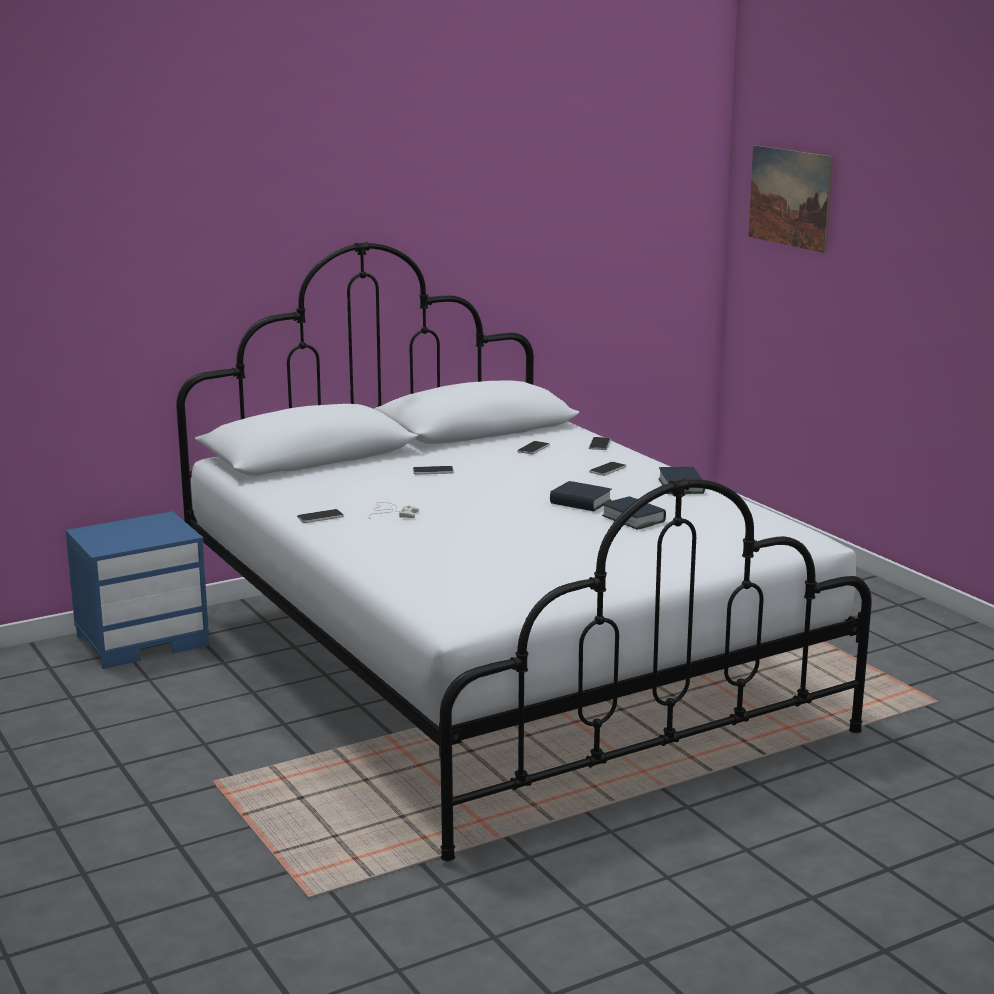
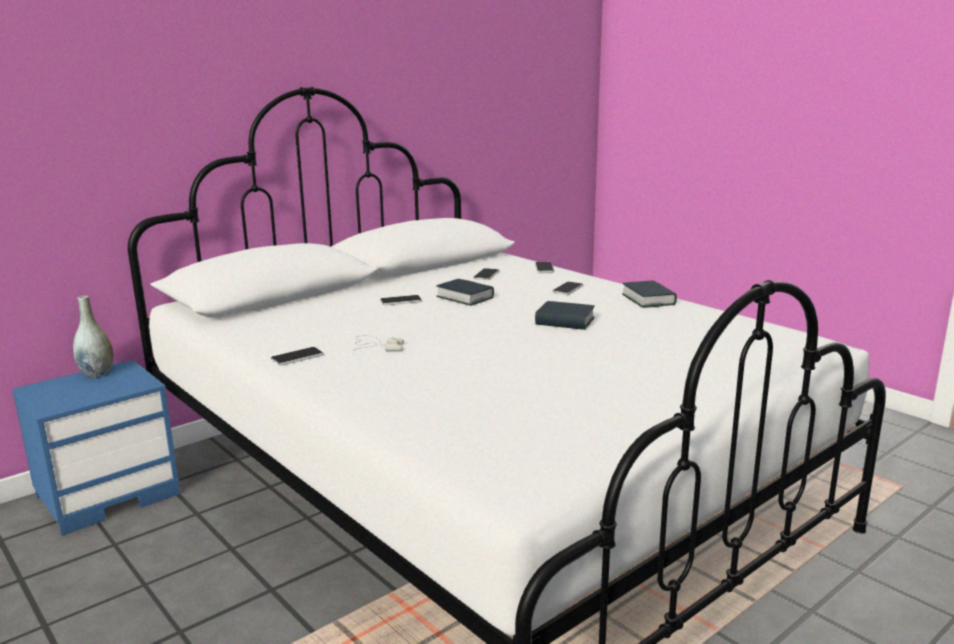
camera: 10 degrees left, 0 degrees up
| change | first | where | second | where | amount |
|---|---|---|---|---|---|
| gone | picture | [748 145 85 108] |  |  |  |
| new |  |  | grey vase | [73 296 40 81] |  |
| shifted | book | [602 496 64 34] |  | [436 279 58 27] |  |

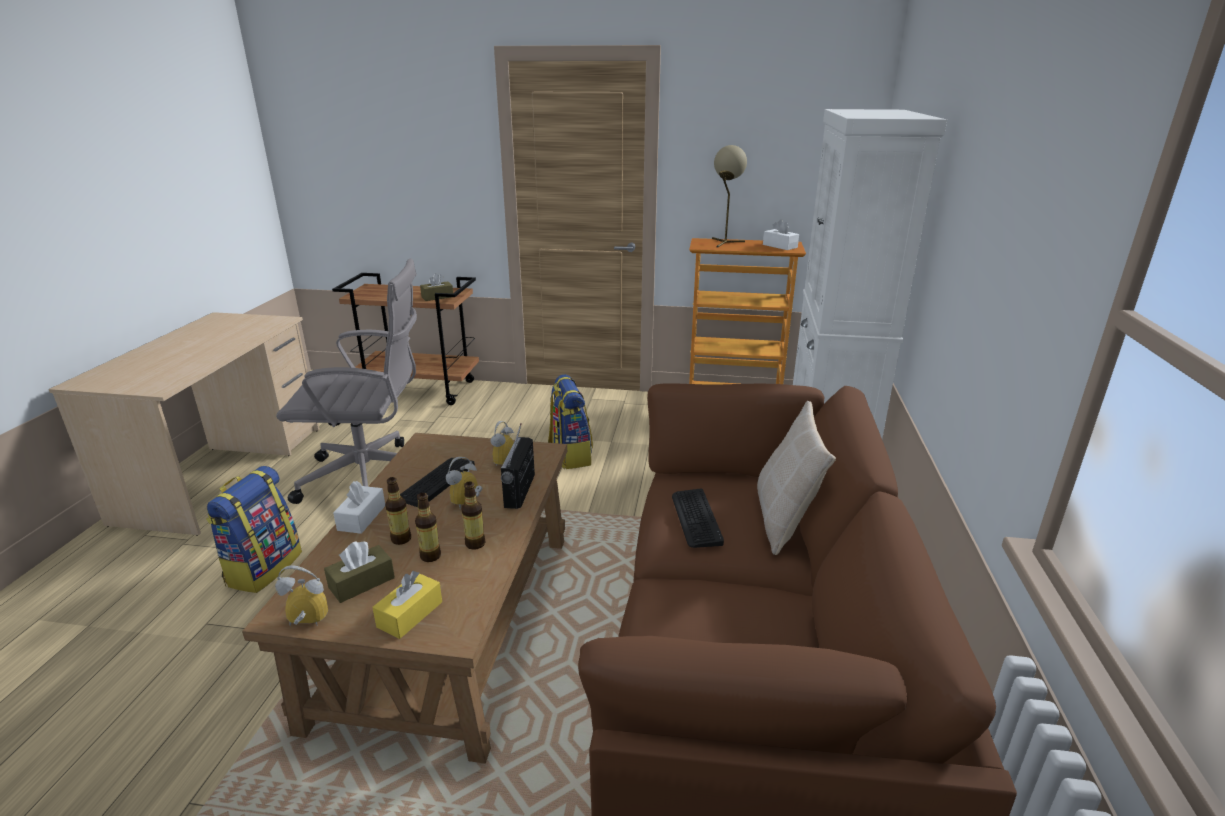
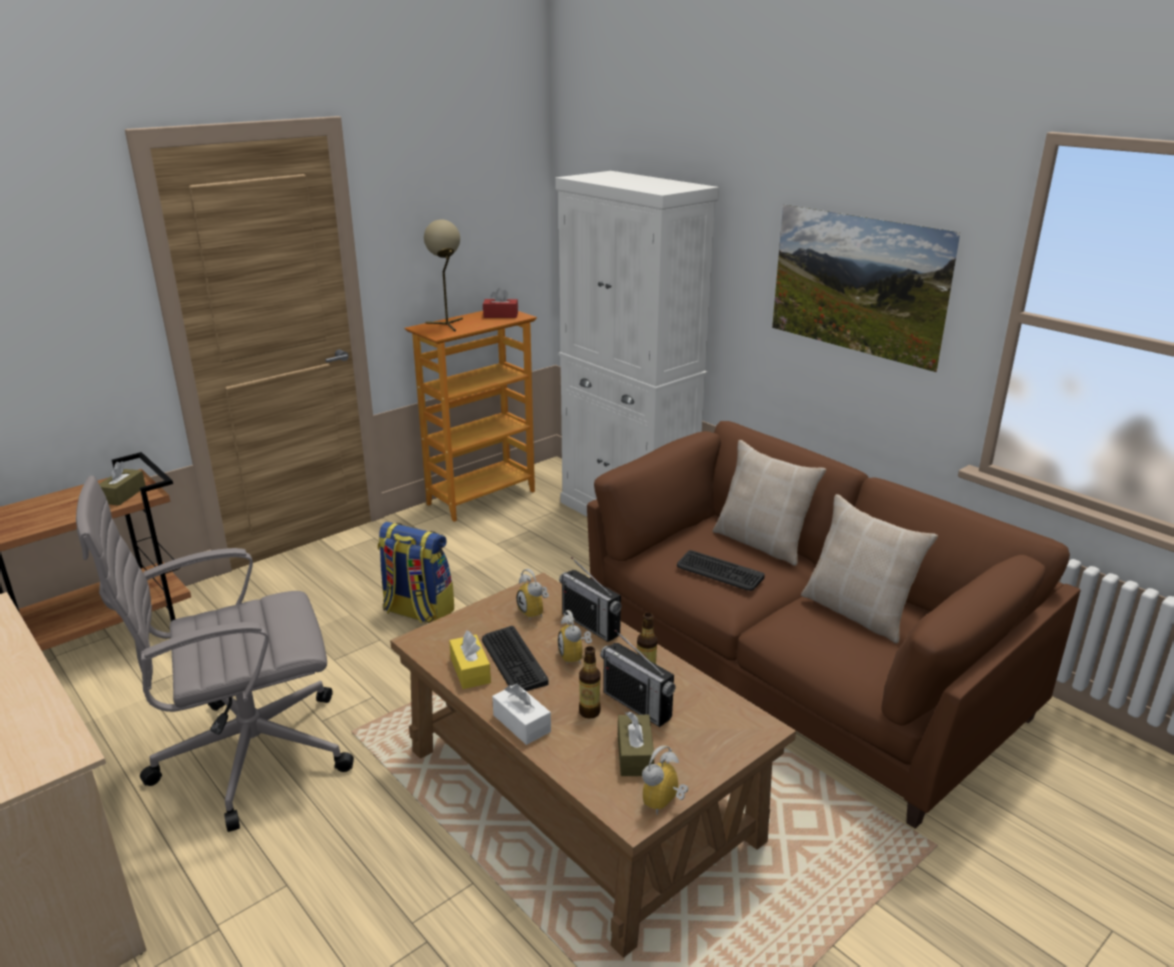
camera: 50 degrees left, 0 degrees up
| change | first | where | second | where | amount |
|---|---|---|---|---|---|
| gone | backpack | [206 466 96 127] |  |  |  |
| new |  |  | picture | [772 205 189 167] |  |
| new |  |  | beige pillow | [801 494 137 149] |  |
| shifted | yellow tissue box | [372 571 70 68] |  | [449 630 42 59] |  |
| swapped | bottle | [415 493 26 69] | radio | [600 630 75 97] |  |
| repainted | white tissue box | [763 219 36 31] | red tissue box | [483 288 35 30] |  |
| rotated | grey office chair | [276 259 141 245] |  | [76 476 278 356] | 150 degrees counterclockwise |

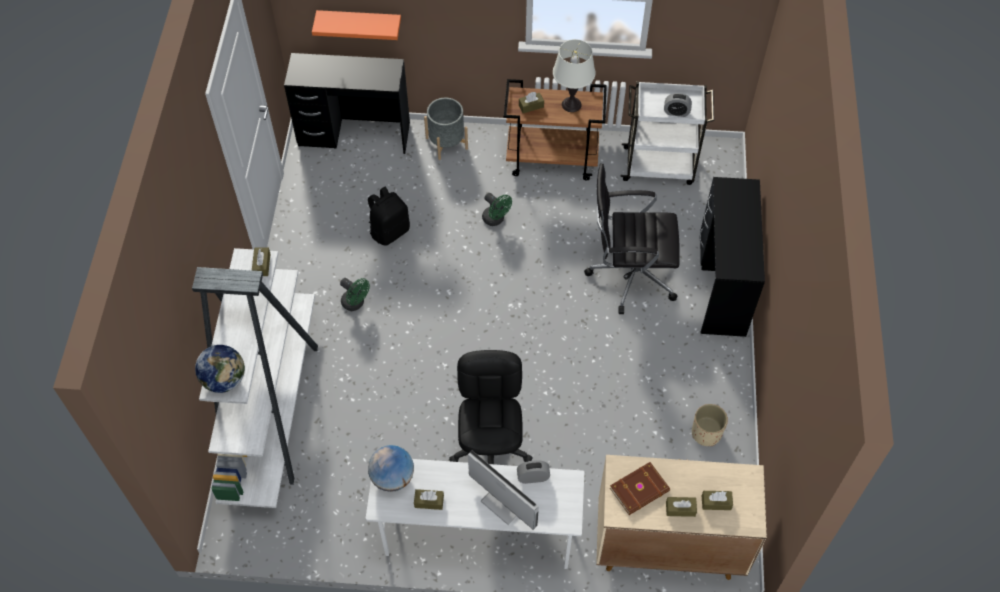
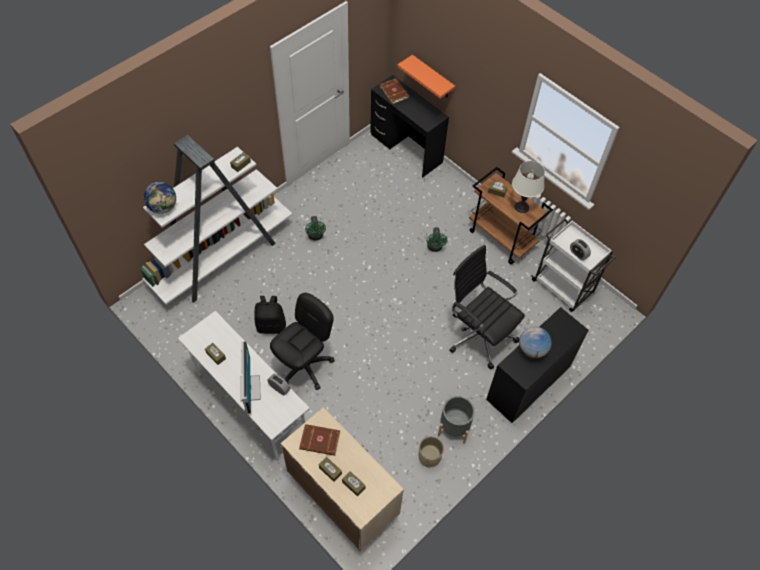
camera: 40 degrees right, 0 degrees up
| change | first | where | second | where | amount |
|---|---|---|---|---|---|
| new |  |  | brown book | [380 78 30 26] |  |
| shifted | black backpack | [368 187 42 59] |  | [254 296 32 38] |  |
| shifted | globe | [368 445 46 47] |  | [519 327 32 32] |  |
| shifted | grey planter | [424 98 44 62] |  | [438 396 37 47] |  |

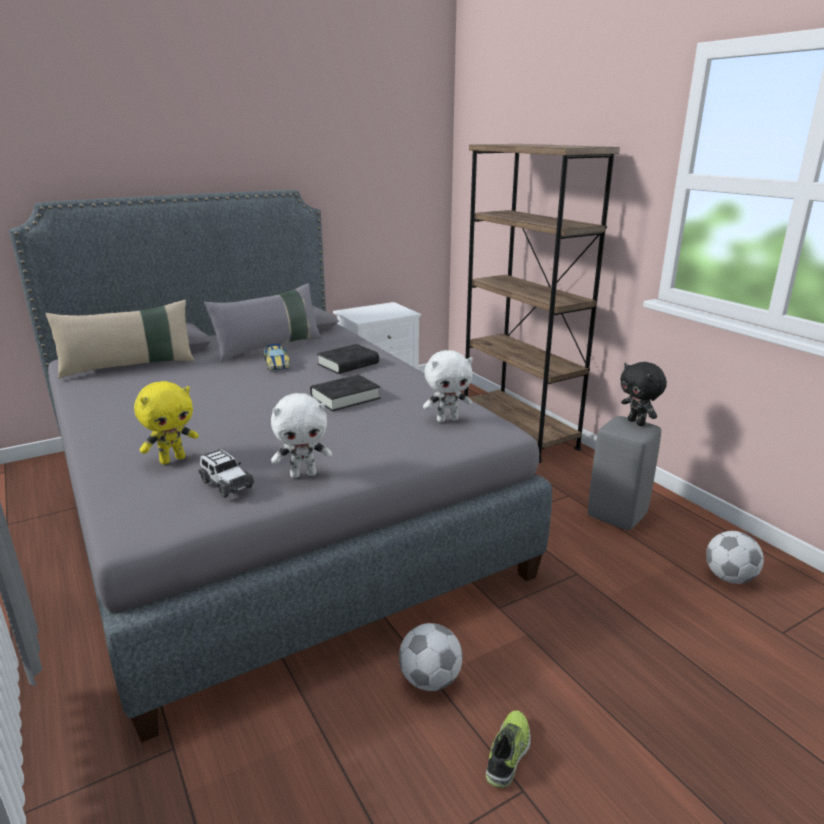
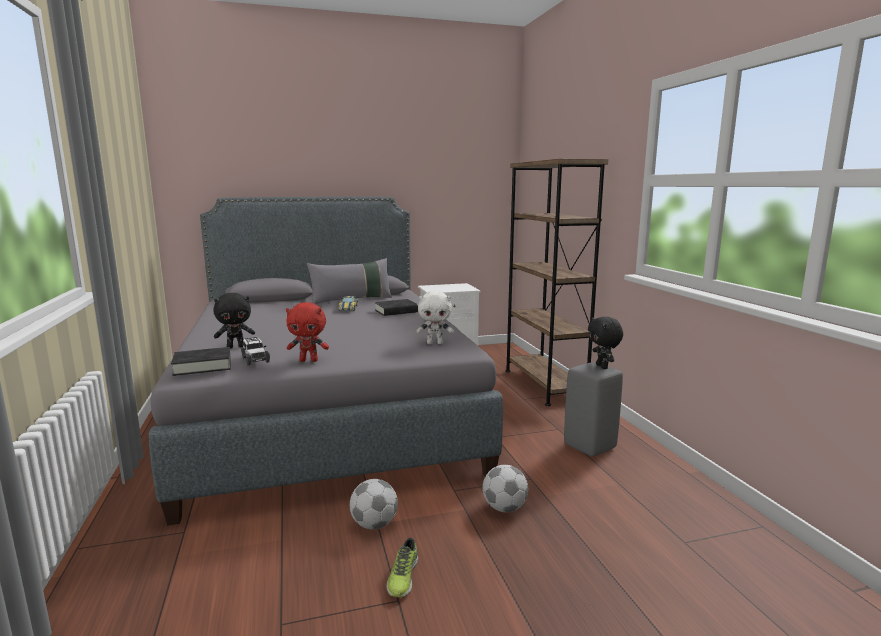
camera: 15 degrees right, 10 degrees down
| change | first | where | second | where | amount |
|---|---|---|---|---|---|
| gone | beige pillow | [45 300 150 79] |  |  |  |
| shifted | black book | [310 375 71 36] |  | [171 347 60 29] |  |
| shifted | football | [706 531 58 53] |  | [482 465 46 47] |  |
| repainted | yellow plush toy | [134 381 65 83] | black plush toy | [213 293 42 55] |  |
| repainted | white plush toy | [271 393 61 85] | red plush toy | [286 302 43 60] |  |
| rotated | shoe | [486 710 45 78] |  | [387 538 31 59] | 150 degrees clockwise |

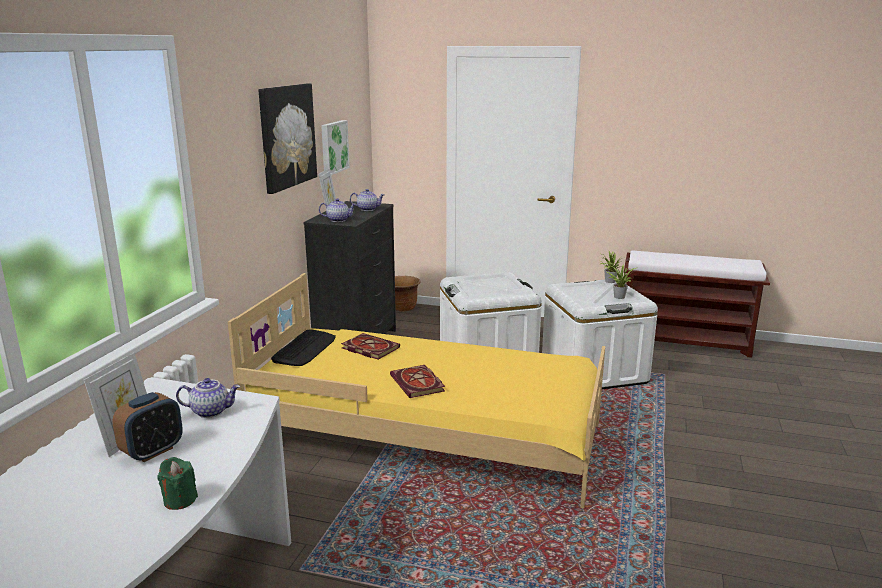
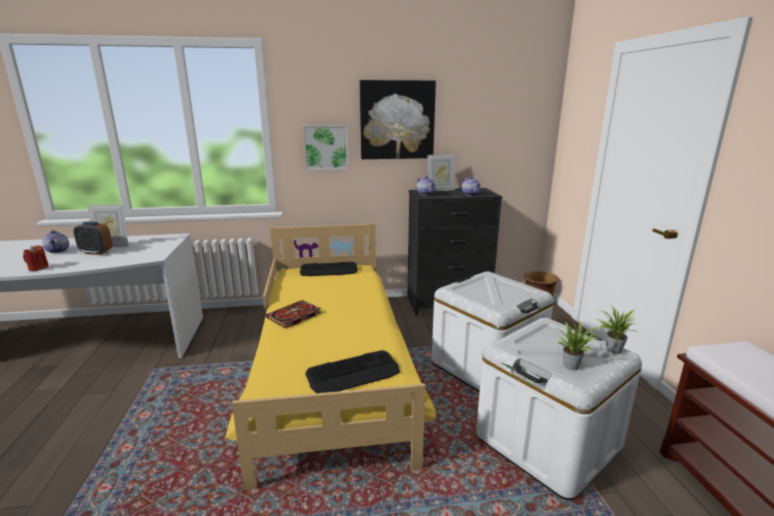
camera: 65 degrees right, 0 degrees up
| change | first | where | second | where | amount |
|---|---|---|---|---|---|
| gone | book | [341 333 59 27] |  |  |  |
| new |  |  | keyboard | [305 350 95 43] |  |
| shifted | teapot | [176 378 64 40] |  | [42 230 27 23] |  |
| shifted | picture | [321 120 29 55] |  | [303 125 46 45] |  |
| repainted | green candle | [157 457 41 53] | red candle | [23 245 26 26] |  |

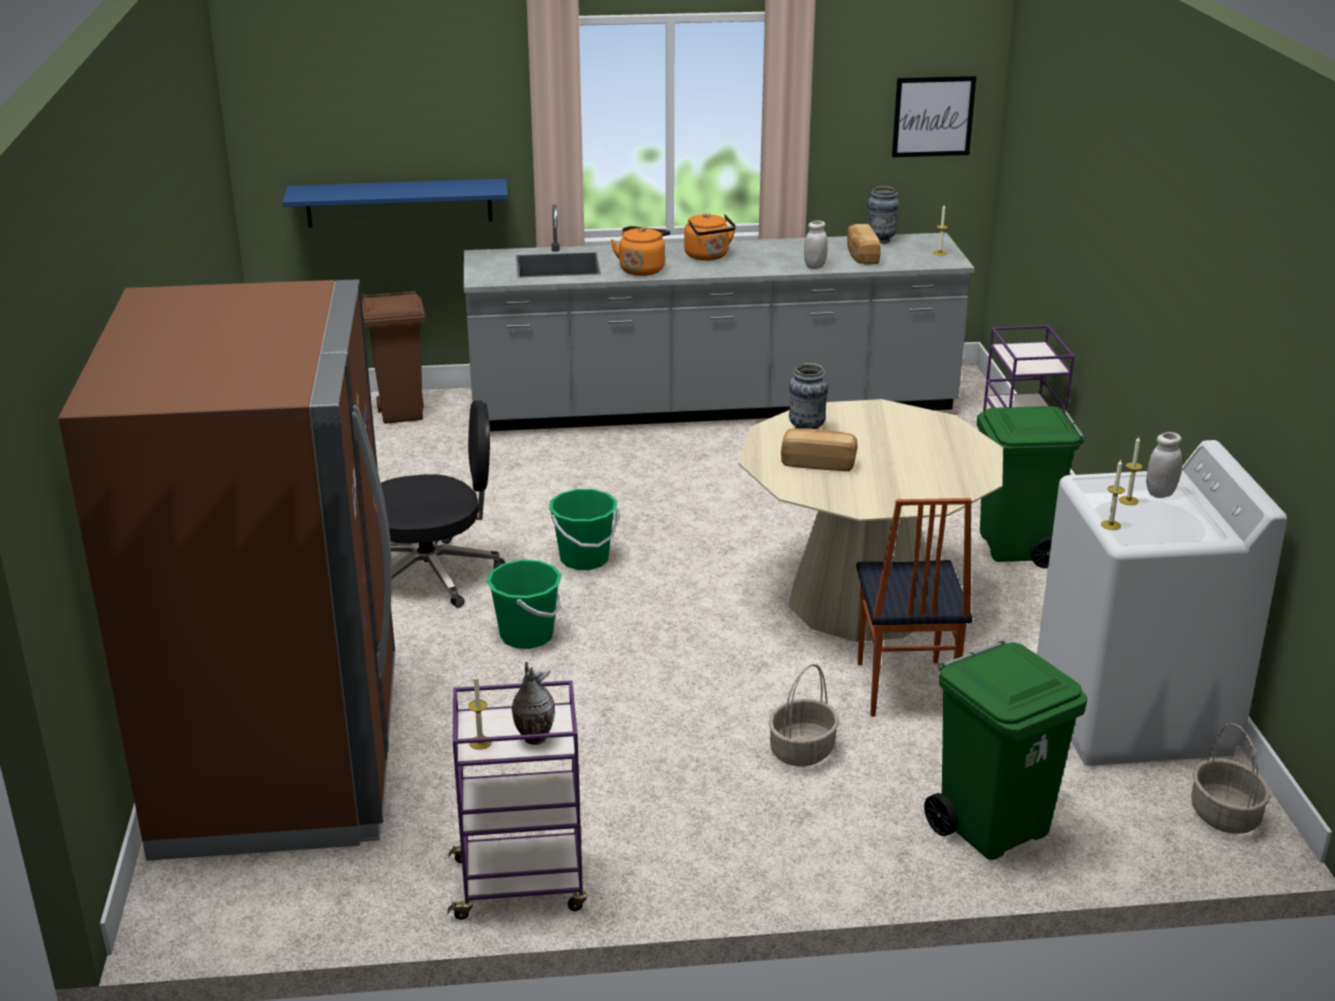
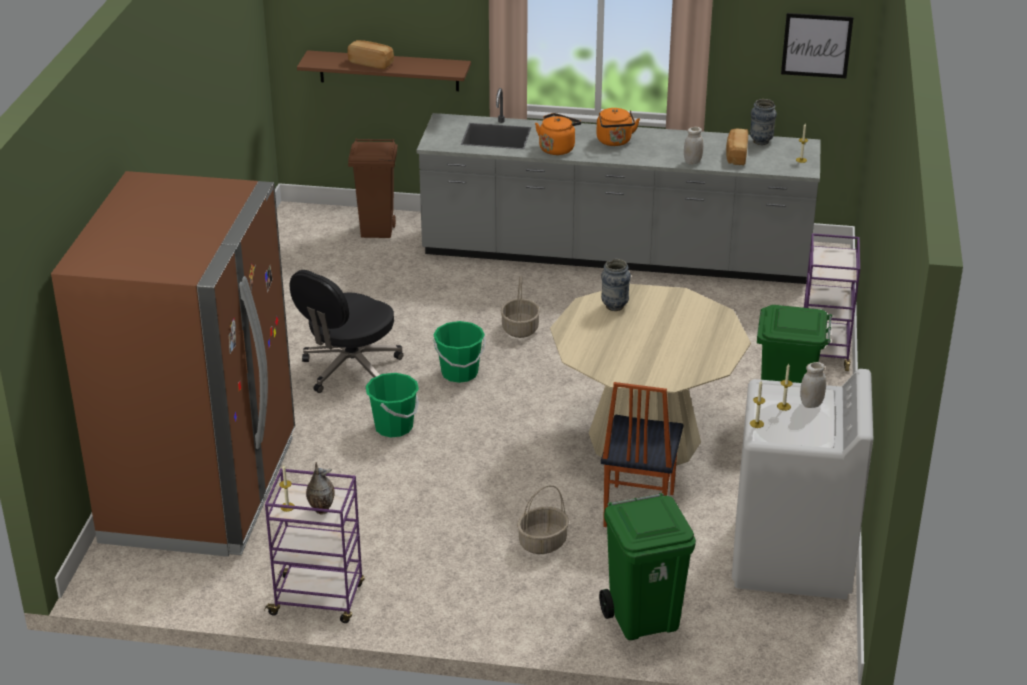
camera: 15 degrees right, 5 degrees up
| change | first | where | second | where | amount |
|---|---|---|---|---|---|
| shifted | bread | [781 428 77 43] |  | [347 40 47 29] |  |
| shifted | basket | [1191 723 80 111] |  | [501 276 39 62] |  |
| repainted | blue shelf | [282 179 226 49] | brown shelf | [297 50 174 41] |  |
| rotated | black office chair | [381 400 124 208] |  | [289 270 114 123] | 120 degrees clockwise |

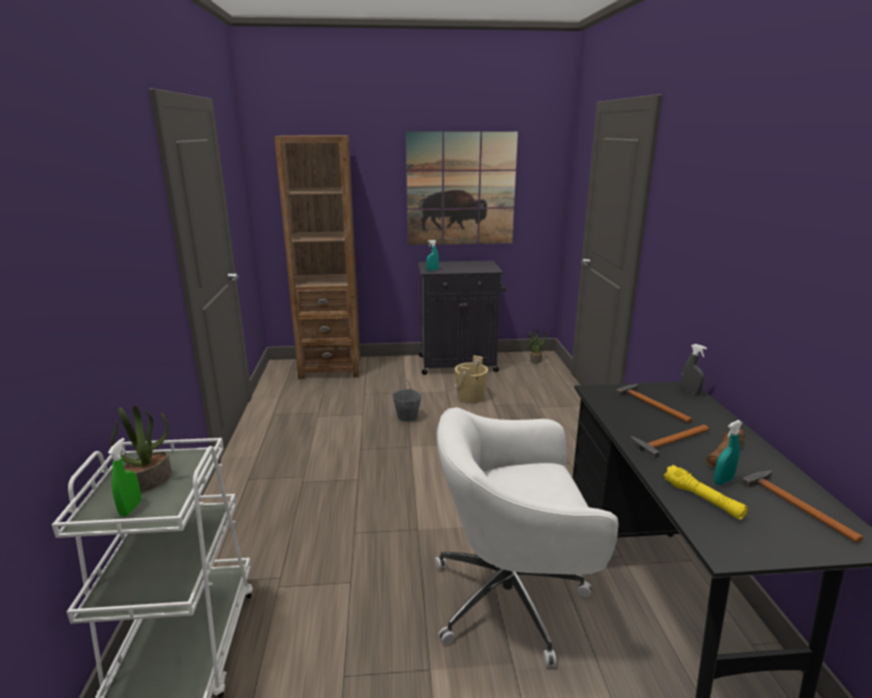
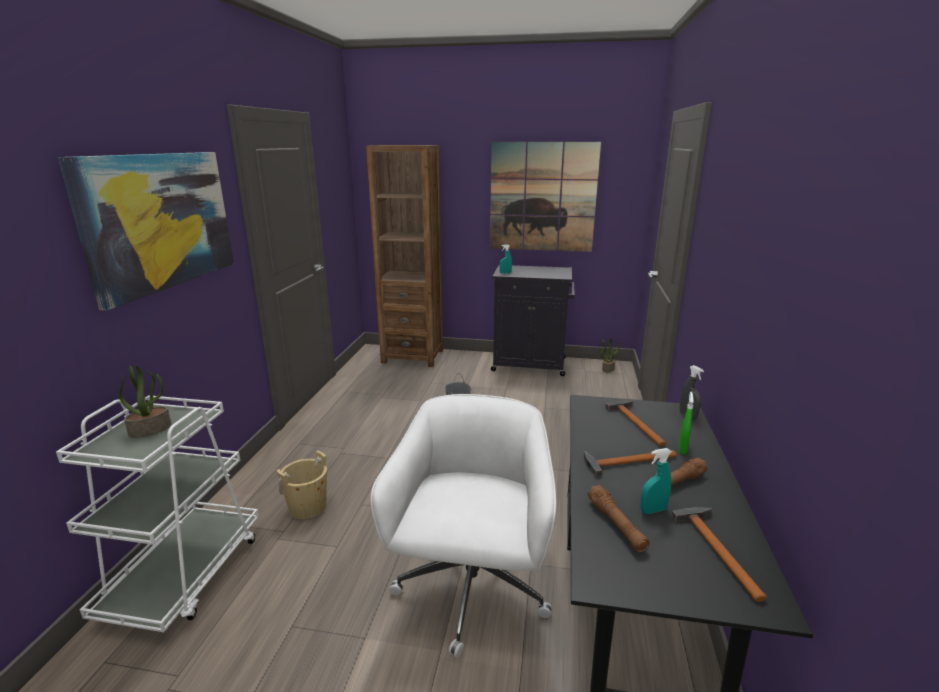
camera: 15 degrees right, 0 degrees up
| change | first | where | second | where | amount |
|---|---|---|---|---|---|
| new |  |  | picture | [58 152 176 159] |  |
| shifted | green spray bottle | [108 438 33 78] |  | [679 392 15 63] |  |
| shifted | beige bucket | [455 355 33 48] |  | [276 451 51 68] |  |
| repainted | yellow flashlight | [664 465 84 55] | brown flashlight | [588 485 61 67] |  |
| rotated | white office chair | [435 407 184 260] |  | [371 394 185 264] | 90 degrees clockwise |

